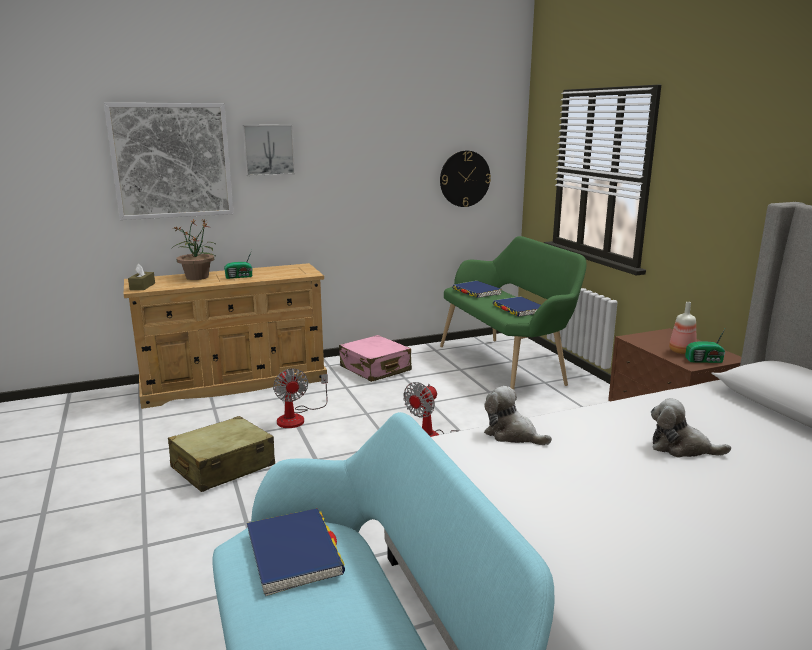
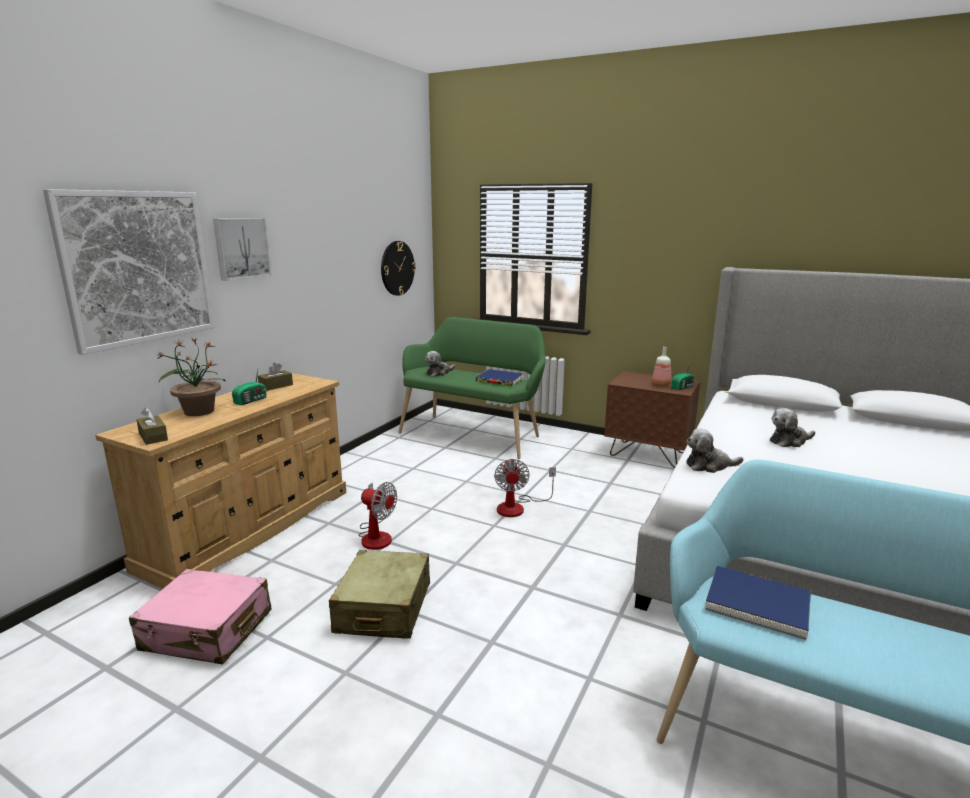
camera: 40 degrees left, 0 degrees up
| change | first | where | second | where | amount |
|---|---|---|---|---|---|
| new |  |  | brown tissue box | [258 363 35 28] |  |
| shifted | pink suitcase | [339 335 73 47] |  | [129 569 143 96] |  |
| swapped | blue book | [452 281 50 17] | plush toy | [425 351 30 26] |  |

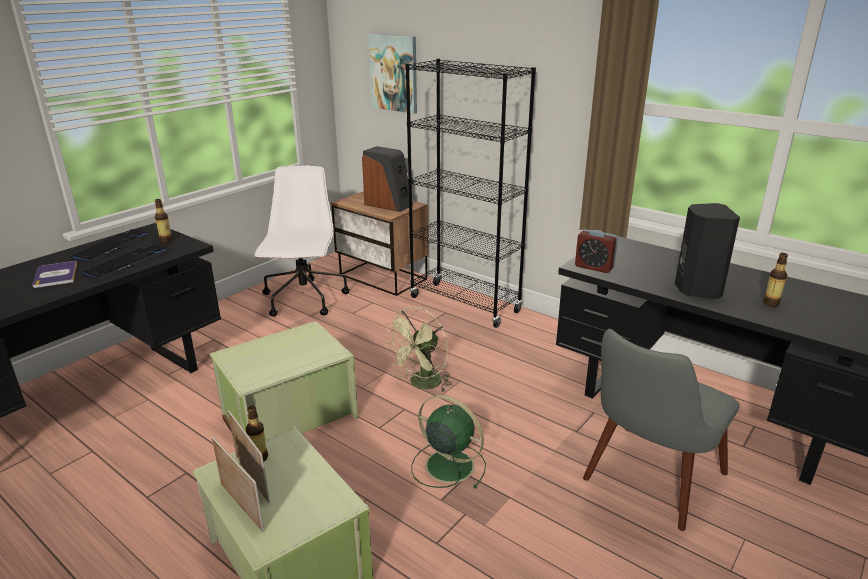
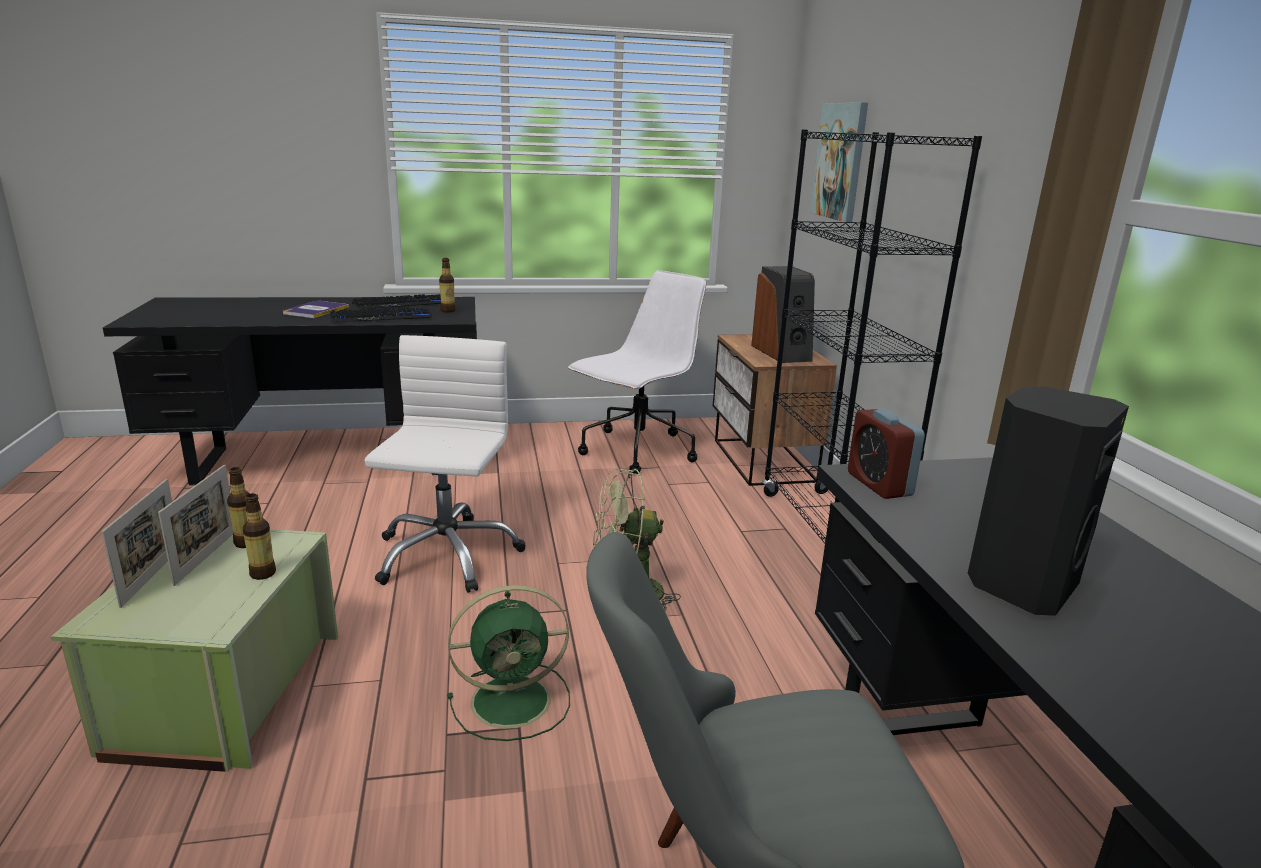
camera: 40 degrees right, 5 degrees down
| change | first | where | second | where | amount |
|---|---|---|---|---|---|
| shifted | bottle | [763 253 25 54] |  | [243 493 33 87] |  |
| swapped | green storage box | [209 321 149 118] | white office chair | [364 335 162 258] |  |
| rotated | green fan | [411 395 75 94] |  | [447 585 123 156] | 90 degrees clockwise |

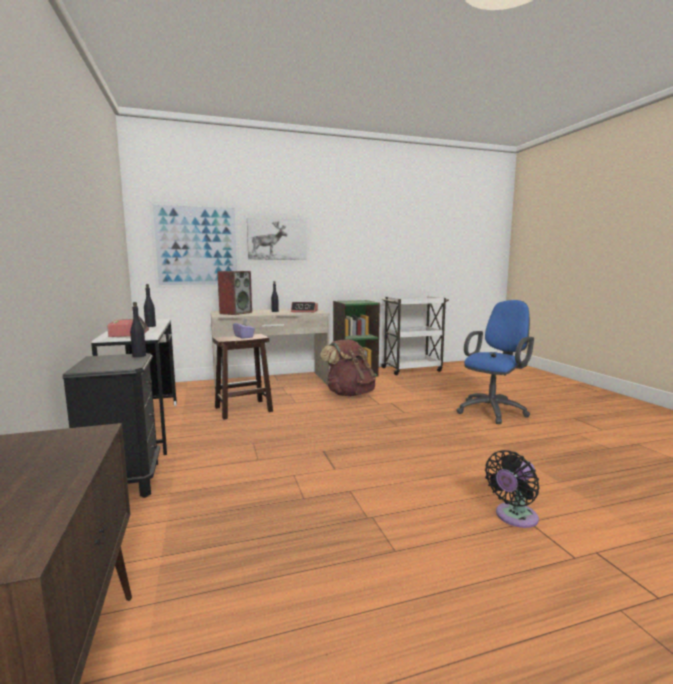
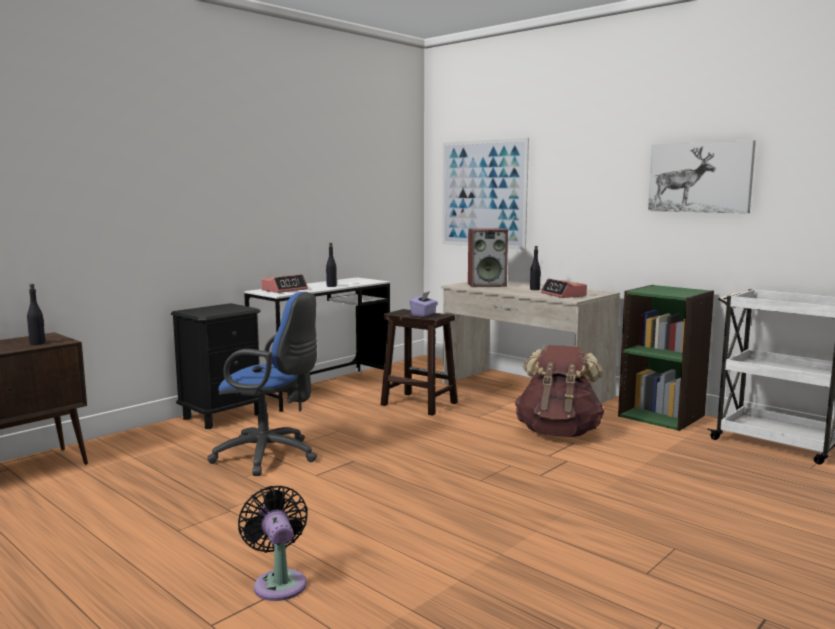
camera: 60 degrees right, 0 degrees up
| change | first | where | second | where | amount |
|---|---|---|---|---|---|
| shifted | black bottle | [130 302 16 55] |  | [27 284 18 61] |  |
| shifted | picture | [247 218 60 42] |  | [648 140 108 73] |  |
| shifted | blue office chair | [456 300 78 124] |  | [207 292 110 184] |  |
| rotated | black fan | [485 450 55 78] |  | [238 486 70 115] | 45 degrees clockwise |

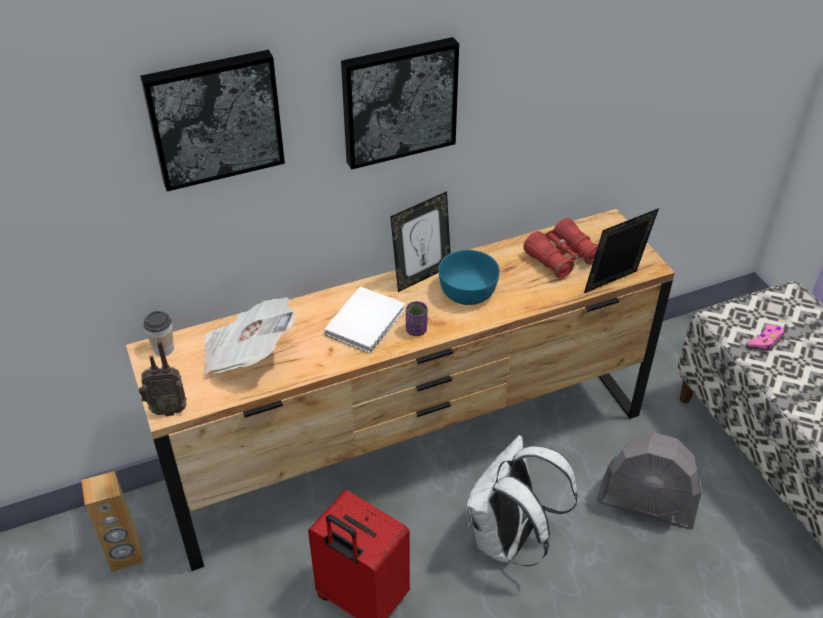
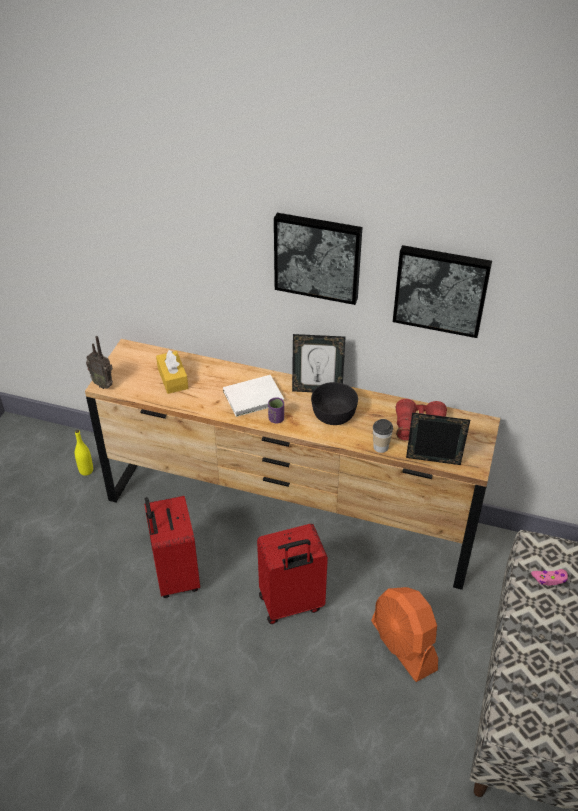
camera: 40 degrees right, 0 degrees up
| change | first | where | second | where | amount |
|---|---|---|---|---|---|
| shifted | picture | [140 50 145 141] |  | [393 245 99 93] |  |
| shifted | cup | [143 311 31 45] |  | [373 419 20 34] |  |
| swapped | brown speaker | [81 471 63 101] | yellow bottle | [75 429 18 47] |  |
| swapped | newspaper | [204 297 91 77] | yellow tissue box | [156 350 33 44] |  |
| swapped | white backpack | [466 435 112 131] | red suitcase | [257 524 71 100] |  |
| repainted | turquoise bowl | [438 250 62 55] | black bowl | [311 382 47 43] |  |
| repainted | grey fan | [597 432 105 97] | orange fan | [371 587 67 95] |  |

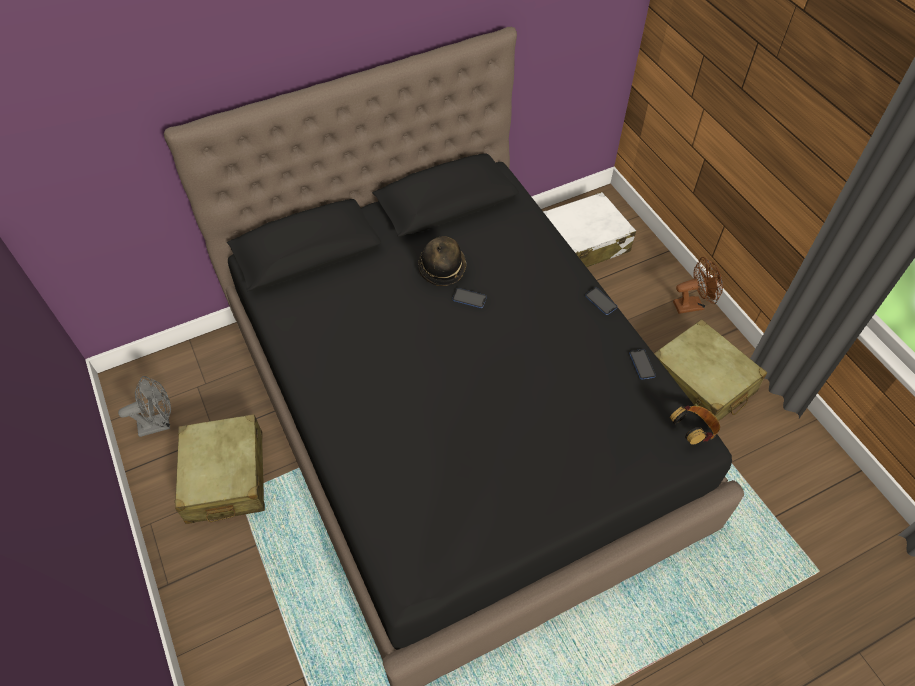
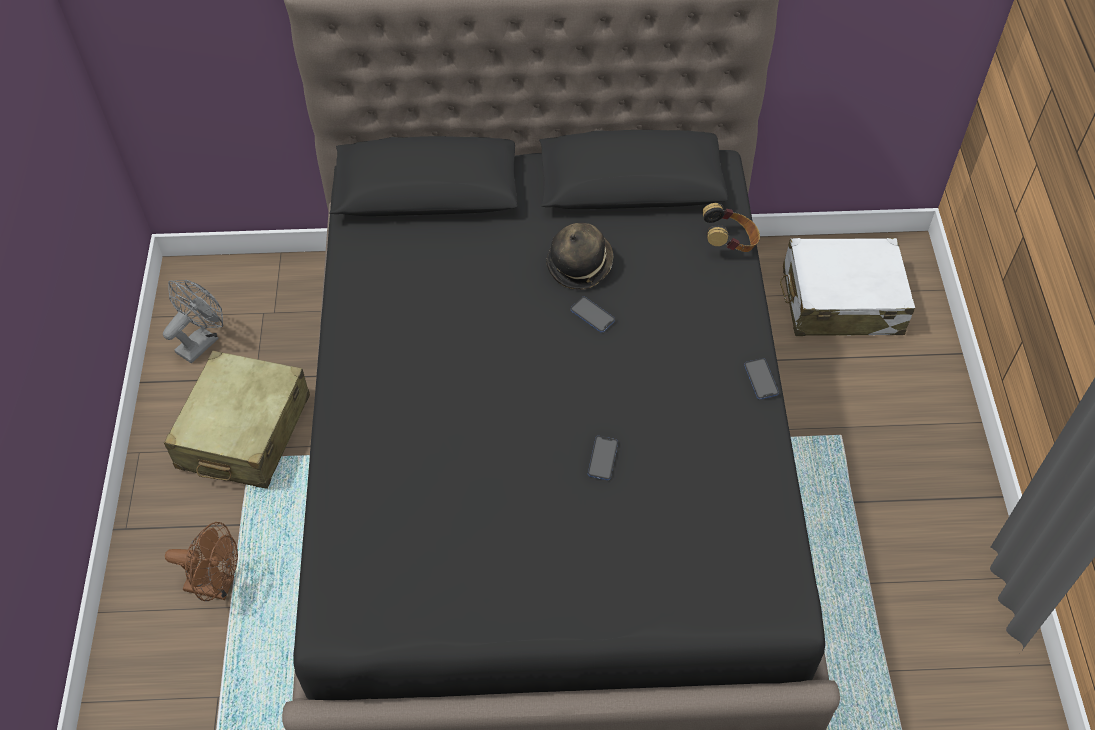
camera: 25 degrees right, 0 degrees up
| change | first | where | second | where | amount |
|---|---|---|---|---|---|
| gone | beige suitcase | [654 319 113 102] |  |  |  |
| shifted | phone | [629 349 27 31] |  | [588 436 30 44] |  |
| shifted | headphones | [670 405 50 40] |  | [702 203 58 49] |  |
| shifted | brown fan | [673 257 50 57] |  | [165 522 73 79] |  |
| rotated | grey fan | [118 376 53 61] |  | [163 280 60 83] | 60 degrees counterclockwise |

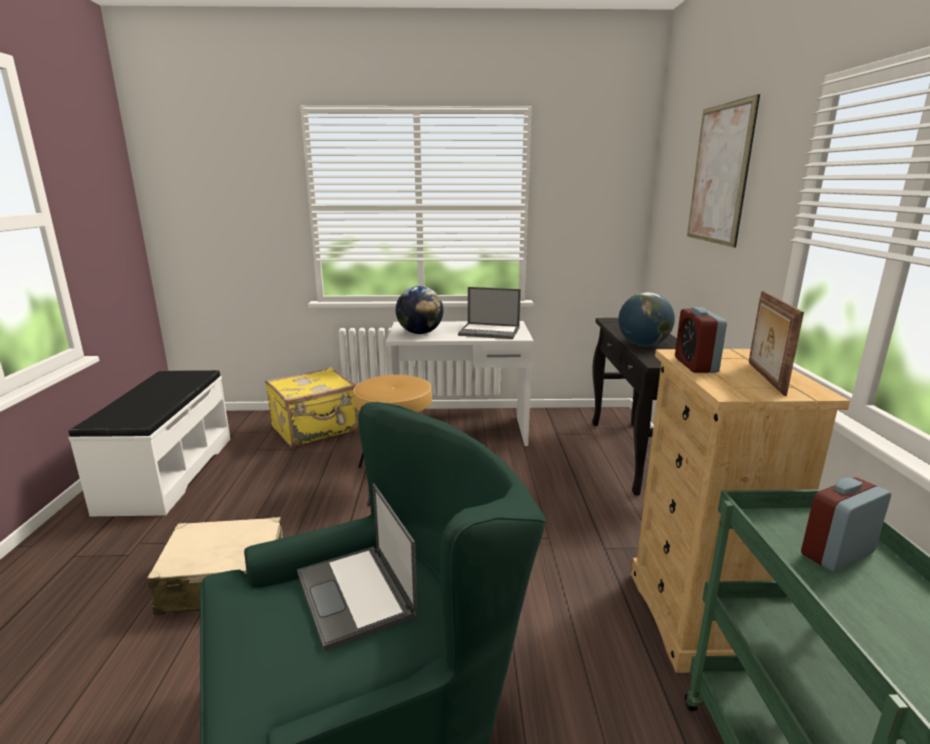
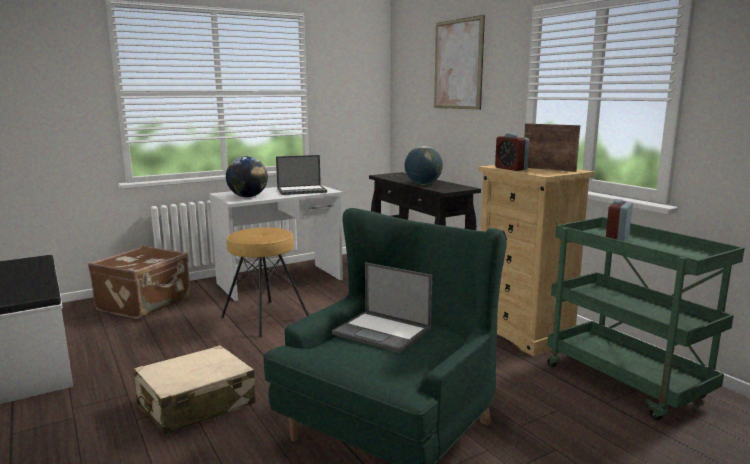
camera: 30 degrees left, 5 degrees down
| change | first | where | second | where | amount |
|---|---|---|---|---|---|
| repainted | yellow suitcase | [265 367 94 80] | brown suitcase | [88 246 103 73] |  |
| rotated | picture frame | [749 291 55 105] |  | [524 123 56 49] | 150 degrees clockwise |

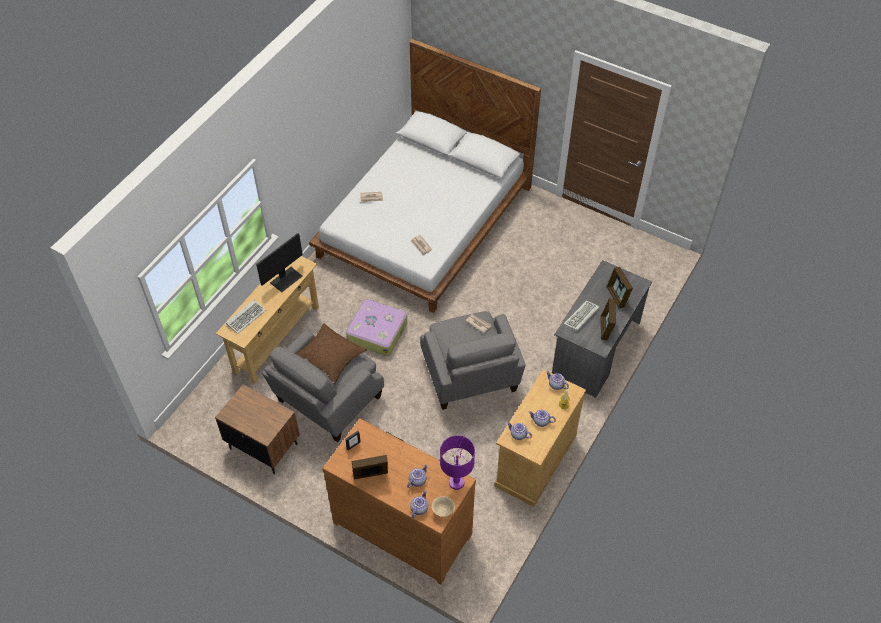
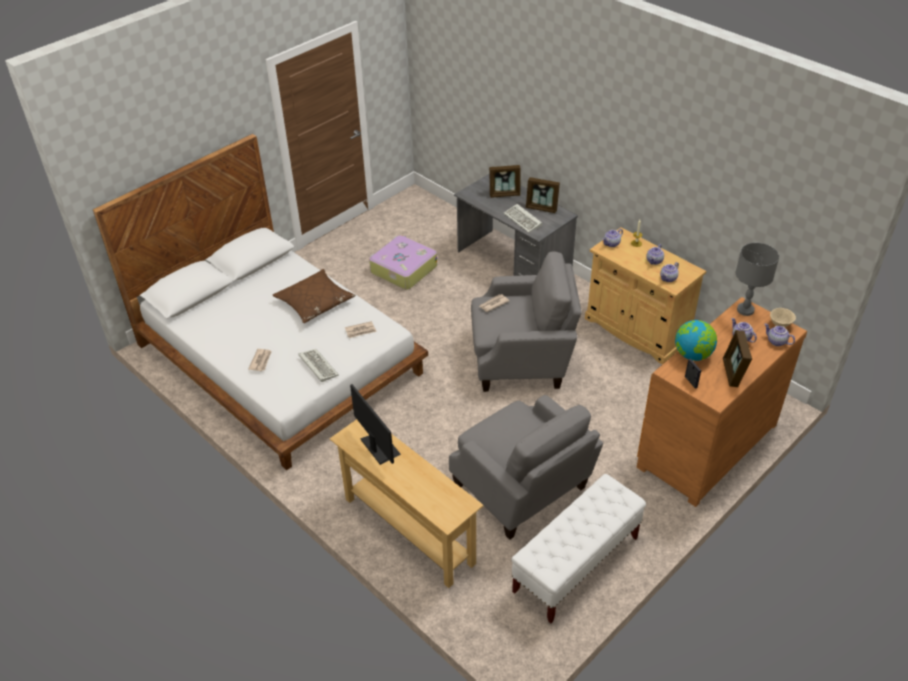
camera: 75 degrees left, 10 degrees down
| change | first | where | second | where | amount |
|---|---|---|---|---|---|
| new |  |  | globe | [675 320 42 41] |  |
| shifted | keyboard | [226 300 40 34] |  | [298 349 41 33] |  |
| shifted | brown pillow | [296 324 71 60] |  | [273 269 83 54] |  |
| shifted | suitcase | [346 299 61 57] |  | [369 235 68 55] |  |
| swapped | brown nightstand | [215 384 85 90] | white bench | [511 474 135 149] |  |
| repainted | purple table lamp | [440 435 35 55] | grey table lamp | [736 243 43 73] |  |

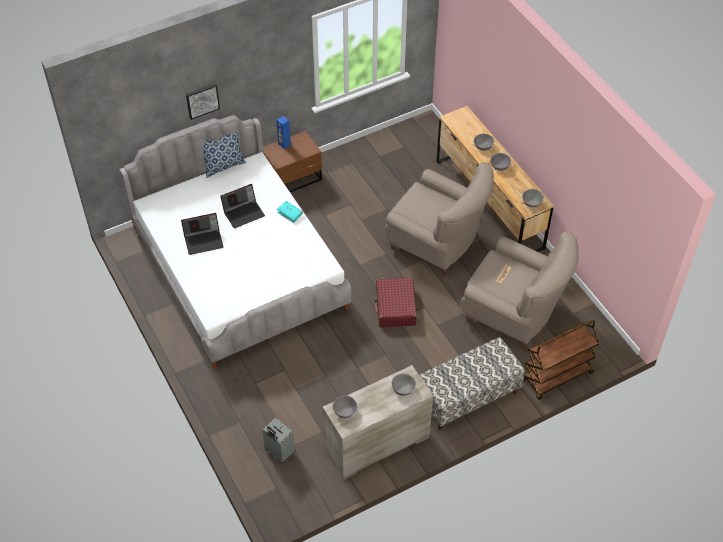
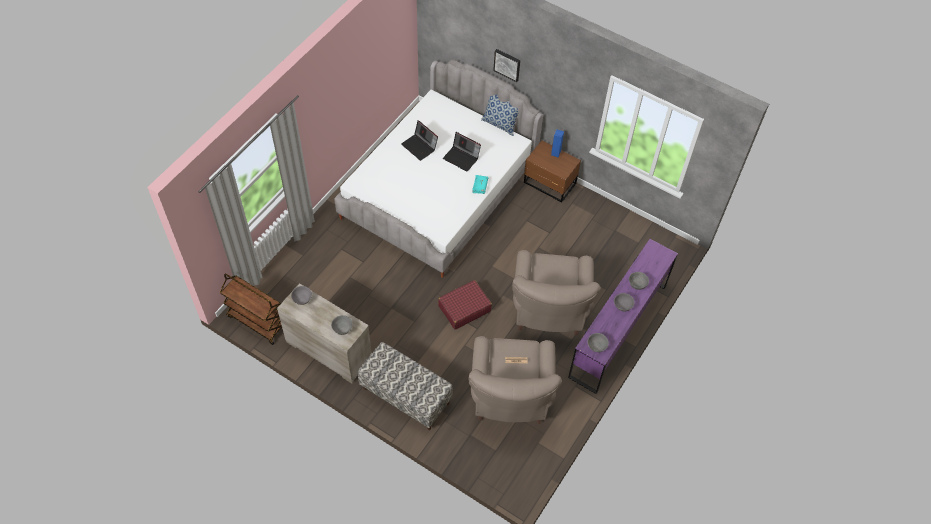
camera: 60 degrees right, 5 degrees up
| change | first | where | second | where | amount |
|---|---|---|---|---|---|
| gone | grey suitcase | [262 418 33 45] |  |  |  |
| shifted | brown cart | [523 320 77 80] |  | [220 273 62 72] |  |
| repainted | brown dresser | [436 106 118 146] | purple dresser | [568 239 110 155] |  |

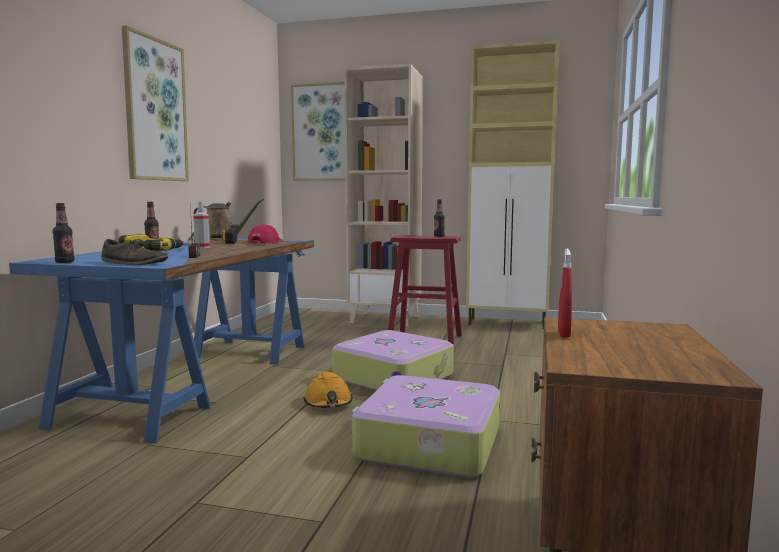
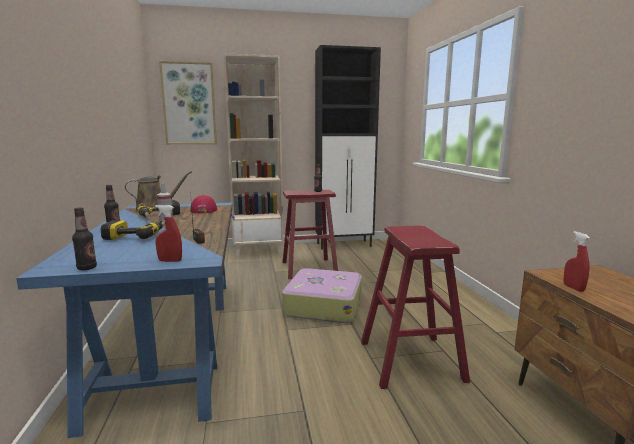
camera: 25 degrees left, 5 degrees up
| change | first | where | second | where | amount |
|---|---|---|---|---|---|
| gone | picture | [122 25 67 156] |  |  |  |
| gone | orange hard hat | [303 372 50 36] |  |  |  |
| swapped | brown shoe | [101 239 67 26] | red spray bottle | [155 205 27 57] |  |
| swapped | suitcase | [351 375 149 103] | red stool | [361 226 109 163] |  |
| repainted | beige cabinet | [466 40 93 289] | black cabinet | [315 45 66 205] |  |

